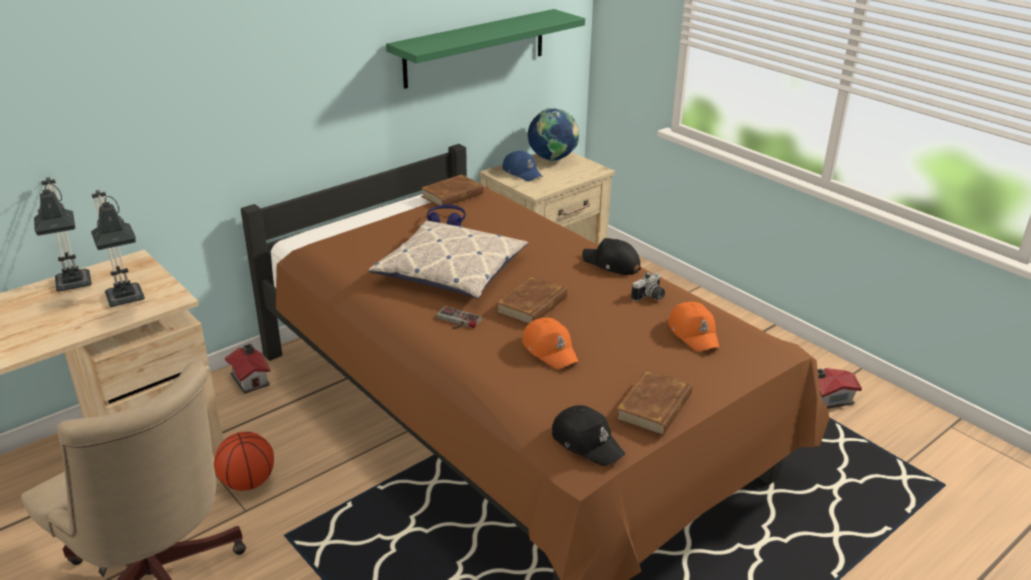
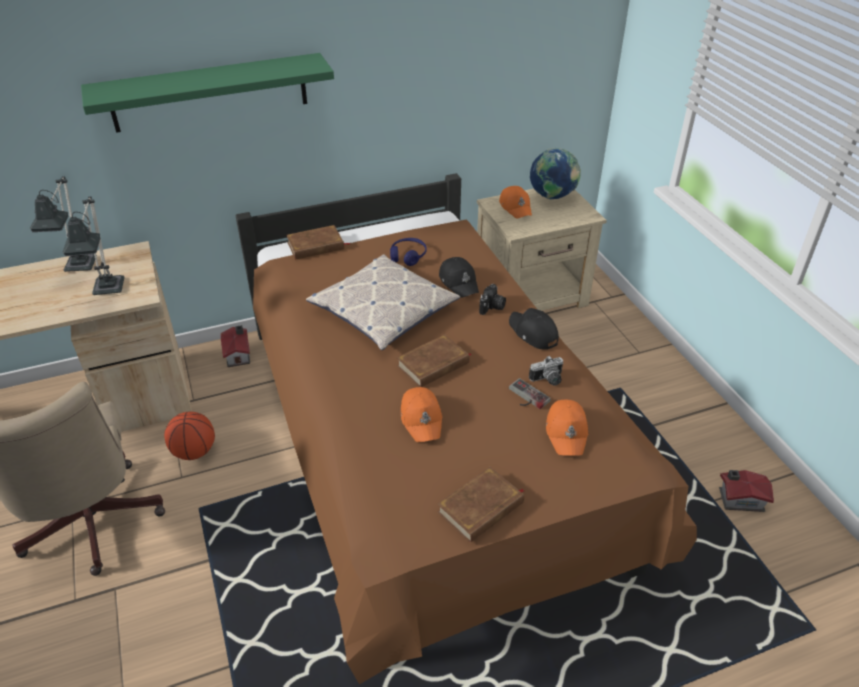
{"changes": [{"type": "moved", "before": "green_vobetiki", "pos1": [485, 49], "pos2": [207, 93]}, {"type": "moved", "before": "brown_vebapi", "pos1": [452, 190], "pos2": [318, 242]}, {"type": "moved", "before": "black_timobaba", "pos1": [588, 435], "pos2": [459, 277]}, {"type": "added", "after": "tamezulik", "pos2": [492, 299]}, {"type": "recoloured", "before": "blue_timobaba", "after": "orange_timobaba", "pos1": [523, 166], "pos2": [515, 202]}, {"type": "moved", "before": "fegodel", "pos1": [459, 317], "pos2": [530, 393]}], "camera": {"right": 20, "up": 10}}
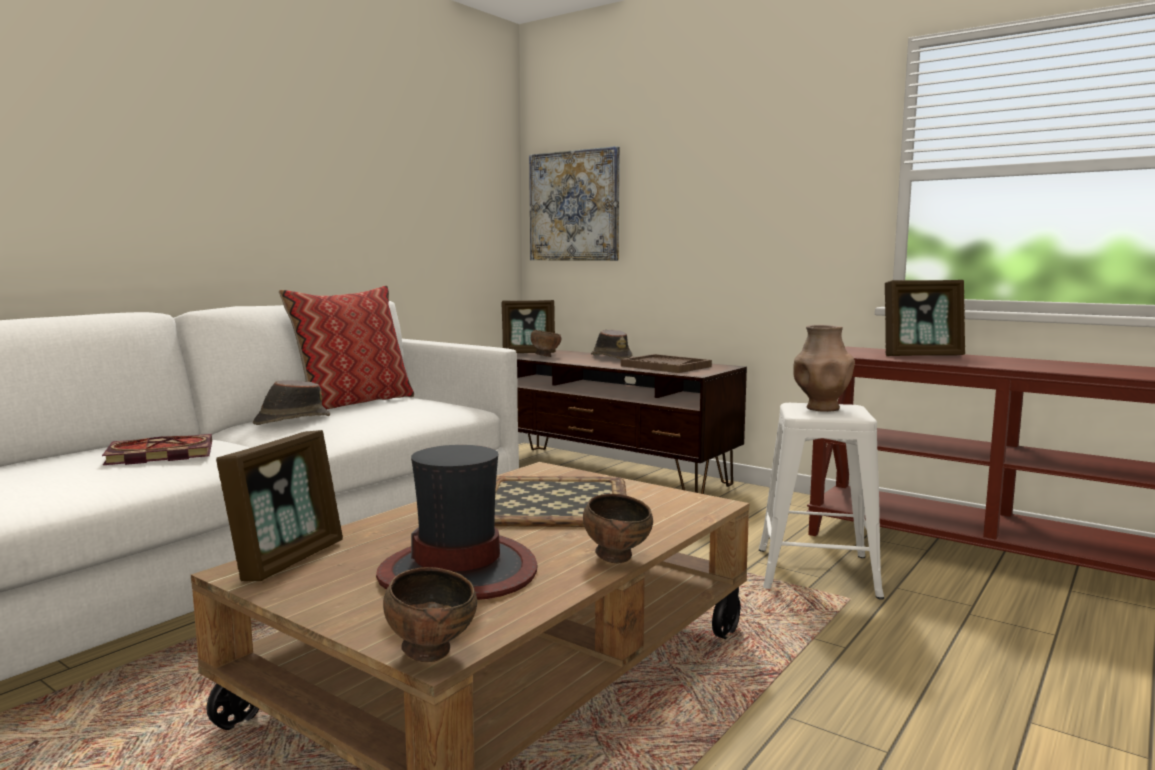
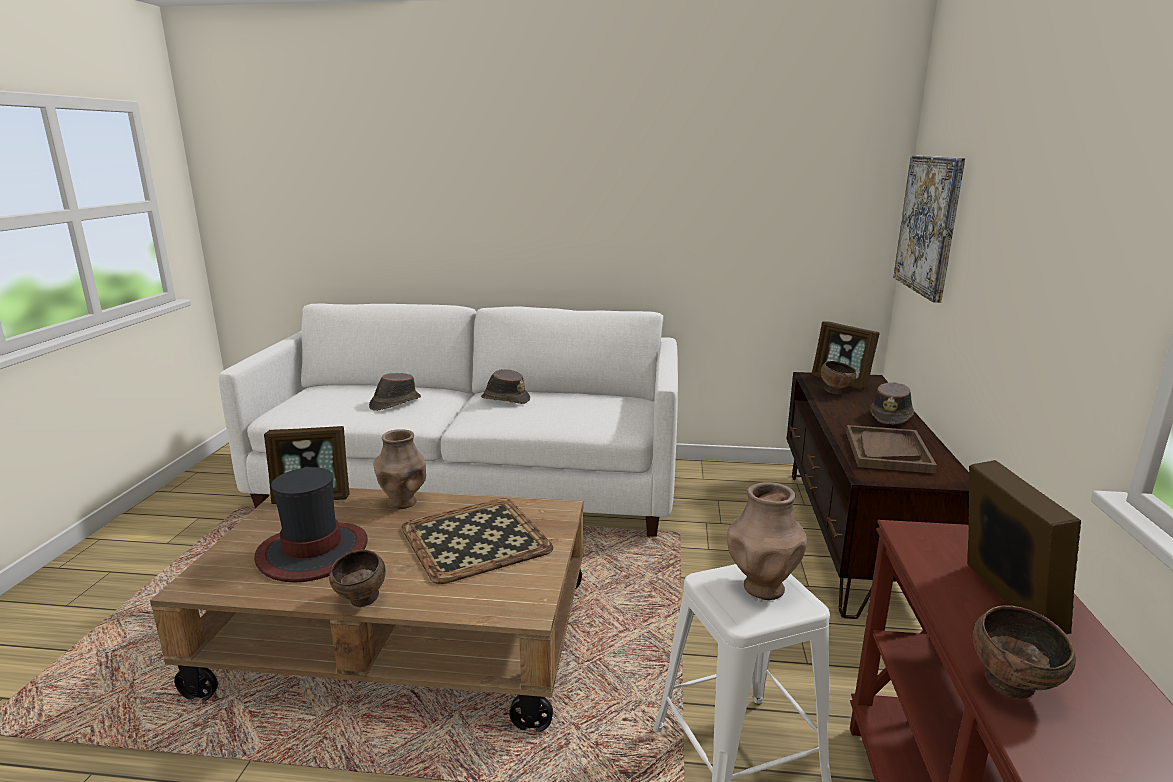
{"changes": [{"type": "replaced", "before": "vebapi", "after": "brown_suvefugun", "pos1": [157, 449], "pos2": [395, 392]}, {"type": "added", "after": "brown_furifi", "pos2": [399, 469]}, {"type": "turned", "before": "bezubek", "pos1": [925, 318], "pos2": [1024, 547], "turn": -150}, {"type": "moved", "before": "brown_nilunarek", "pos1": [430, 614], "pos2": [1024, 652]}, {"type": "removed", "before": "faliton", "pos1": [346, 347]}], "camera": {"right": 60, "up": 10}}
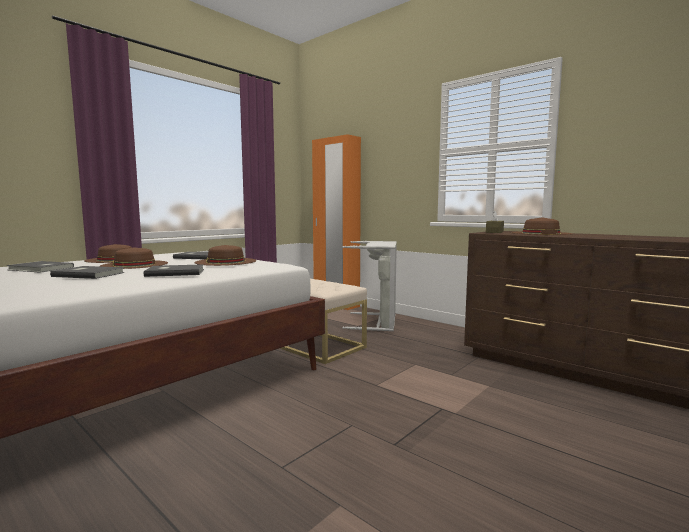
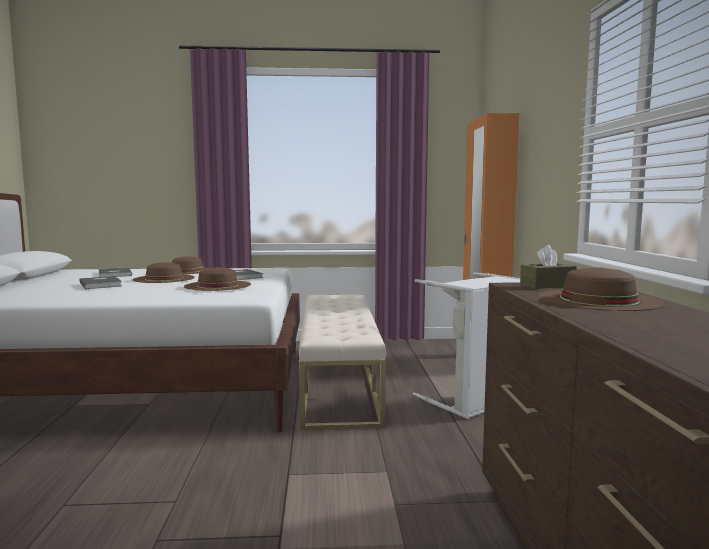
{"changes": [{"type": "removed", "before": "grey_vebapi", "pos1": [174, 270]}], "camera": {"right": 45, "up": 0}}
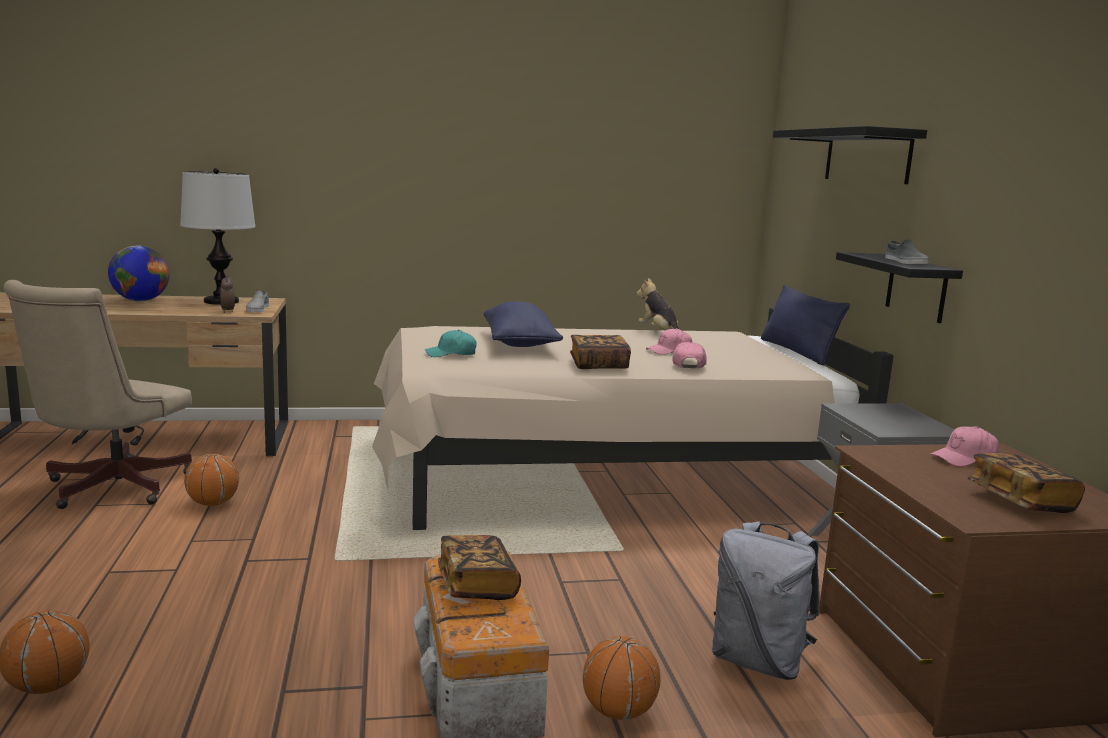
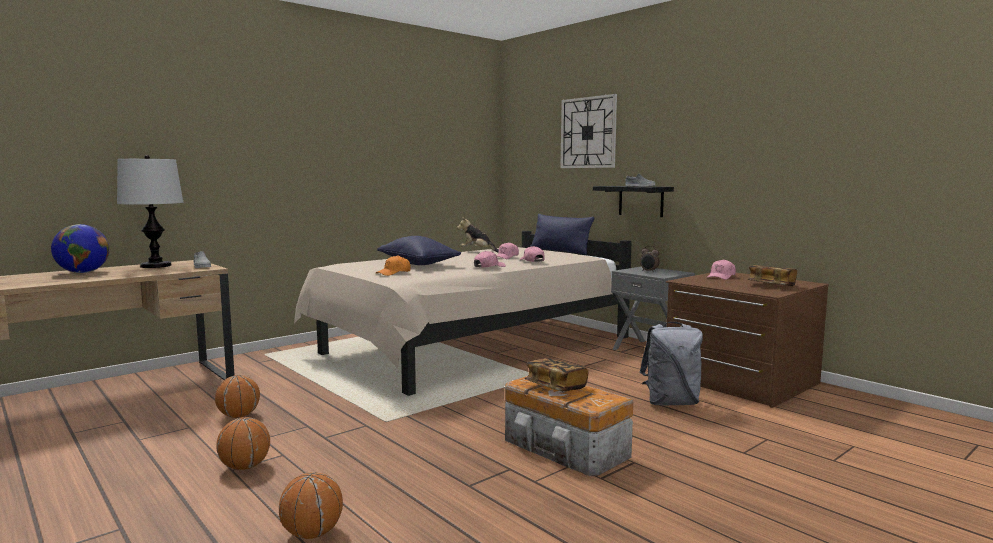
{"changes": [{"type": "moved", "before": "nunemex", "pos1": [621, 678], "pos2": [243, 443]}, {"type": "recoloured", "before": "turquoise_timobaba", "after": "orange_timobaba", "pos1": [451, 343], "pos2": [393, 265]}, {"type": "replaced", "before": "vebapi", "after": "pink_timobaba", "pos1": [600, 352], "pos2": [490, 259]}, {"type": "replaced", "before": "black_vobetiki", "after": "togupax", "pos1": [850, 155], "pos2": [589, 131]}, {"type": "moved", "before": "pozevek", "pos1": [227, 293], "pos2": [650, 258]}, {"type": "removed", "before": "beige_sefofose", "pos1": [97, 394]}], "camera": {"right": -30, "up": -5}}
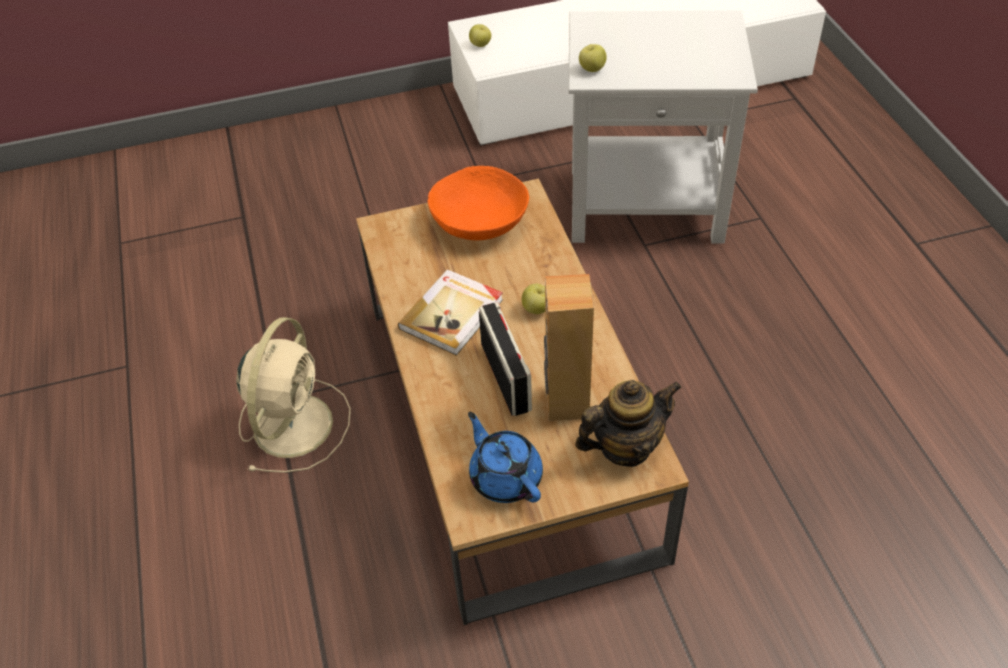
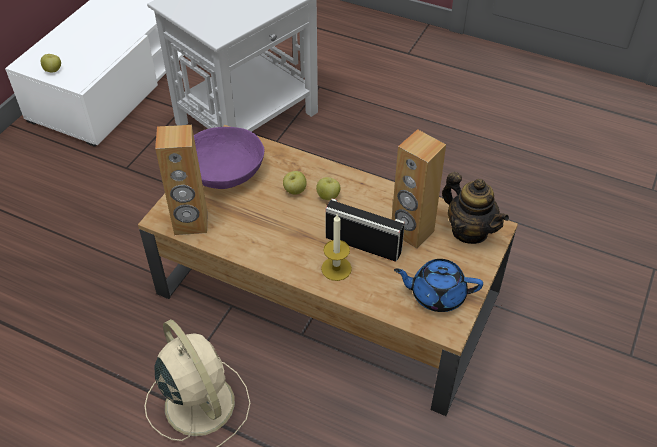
{"changes": [{"type": "added", "after": "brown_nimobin", "pos2": [181, 180]}, {"type": "recoloured", "before": "orange_nilunarek", "after": "purple_nilunarek", "pos1": [478, 203], "pos2": [229, 158]}, {"type": "moved", "before": "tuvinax", "pos1": [593, 58], "pos2": [294, 183]}, {"type": "added", "after": "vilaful", "pos2": [336, 247]}, {"type": "turned", "before": "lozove", "pos1": [628, 423], "pos2": [475, 208], "turn": 120}, {"type": "removed", "before": "vebapi", "pos1": [450, 312]}], "camera": {"right": -50, "up": 0}}
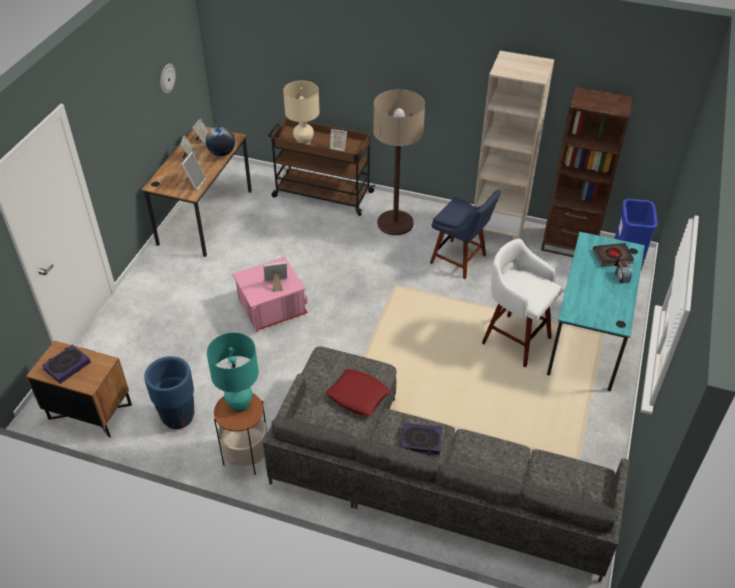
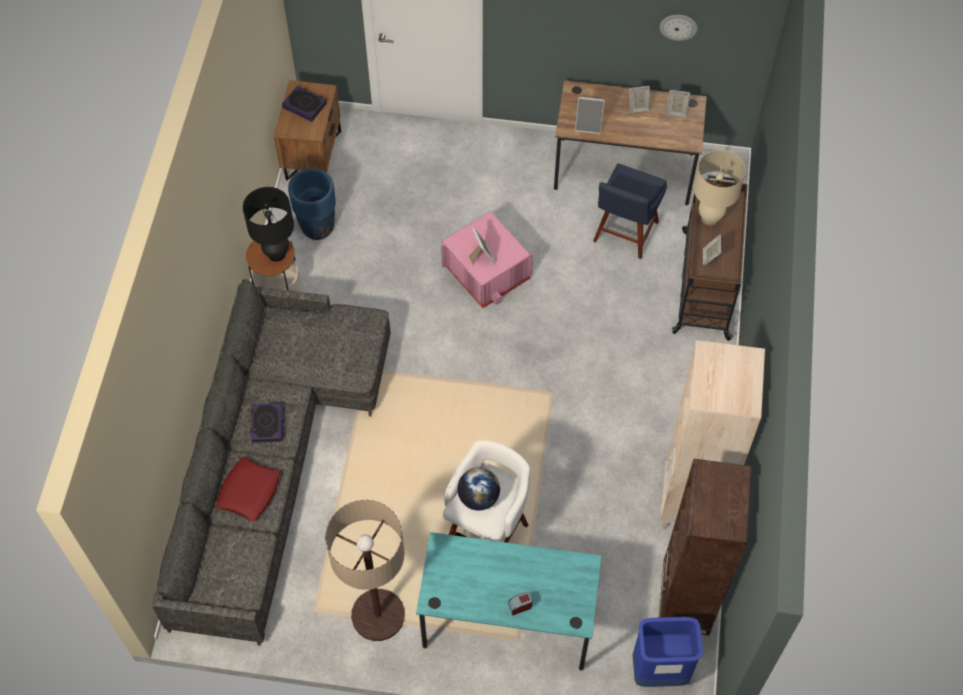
{"changes": [{"type": "moved", "before": "red_faliton", "pos1": [358, 392], "pos2": [248, 489]}, {"type": "recoloured", "before": "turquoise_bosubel", "after": "black_bosubel", "pos1": [233, 372], "pos2": [268, 224]}, {"type": "moved", "before": "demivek", "pos1": [399, 162], "pos2": [365, 570]}, {"type": "moved", "before": "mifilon", "pos1": [220, 141], "pos2": [478, 489]}, {"type": "moved", "before": "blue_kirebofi", "pos1": [465, 234], "pos2": [630, 211]}, {"type": "removed", "before": "black_vebapi", "pos1": [613, 255]}], "camera": {"right": 80, "up": 15}}
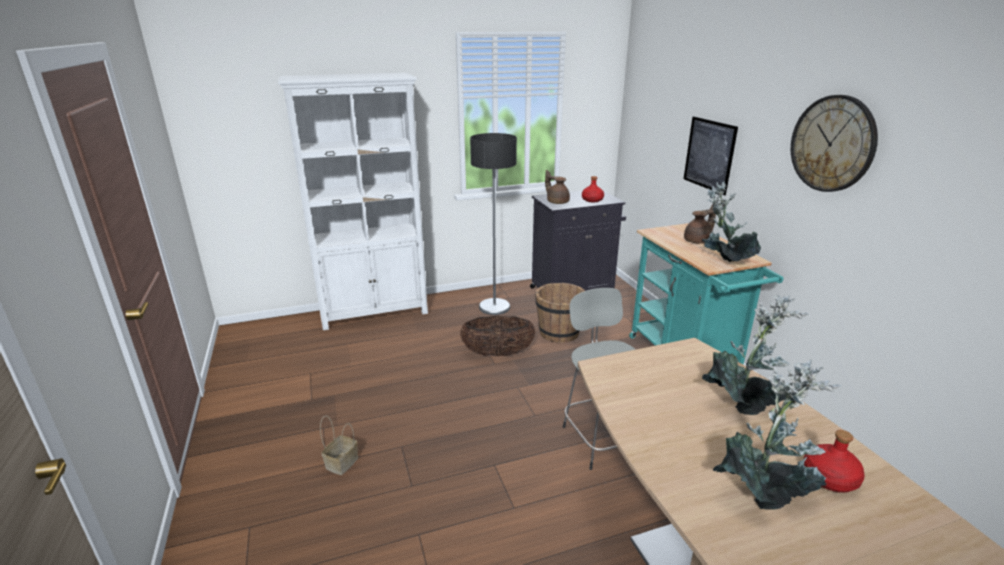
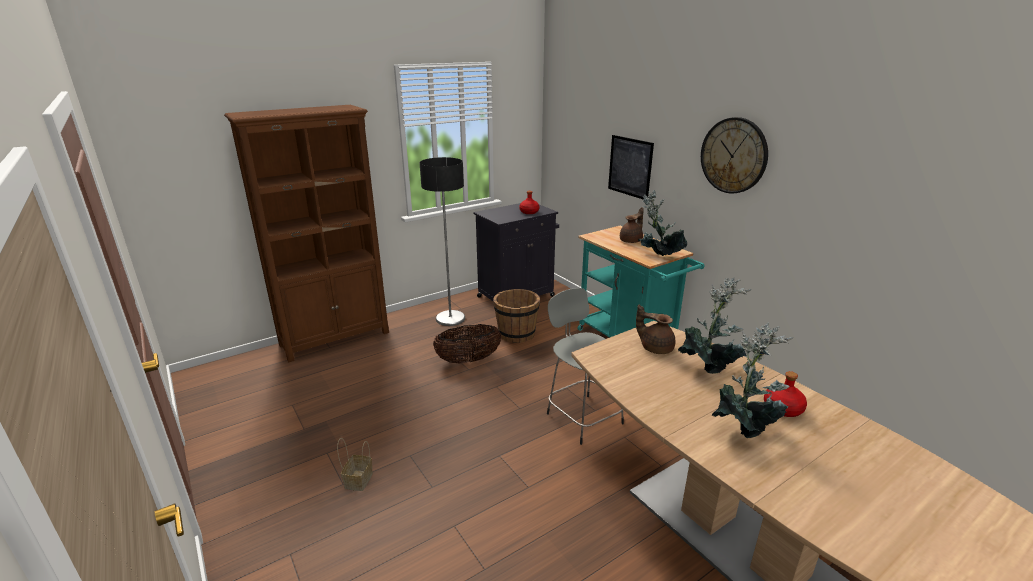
{"changes": [{"type": "recoloured", "before": "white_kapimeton", "after": "brown_kapimeton", "pos1": [353, 201], "pos2": [306, 233]}, {"type": "moved", "before": "brown_lozove", "pos1": [557, 187], "pos2": [655, 329]}], "camera": {"right": -15, "up": 0}}
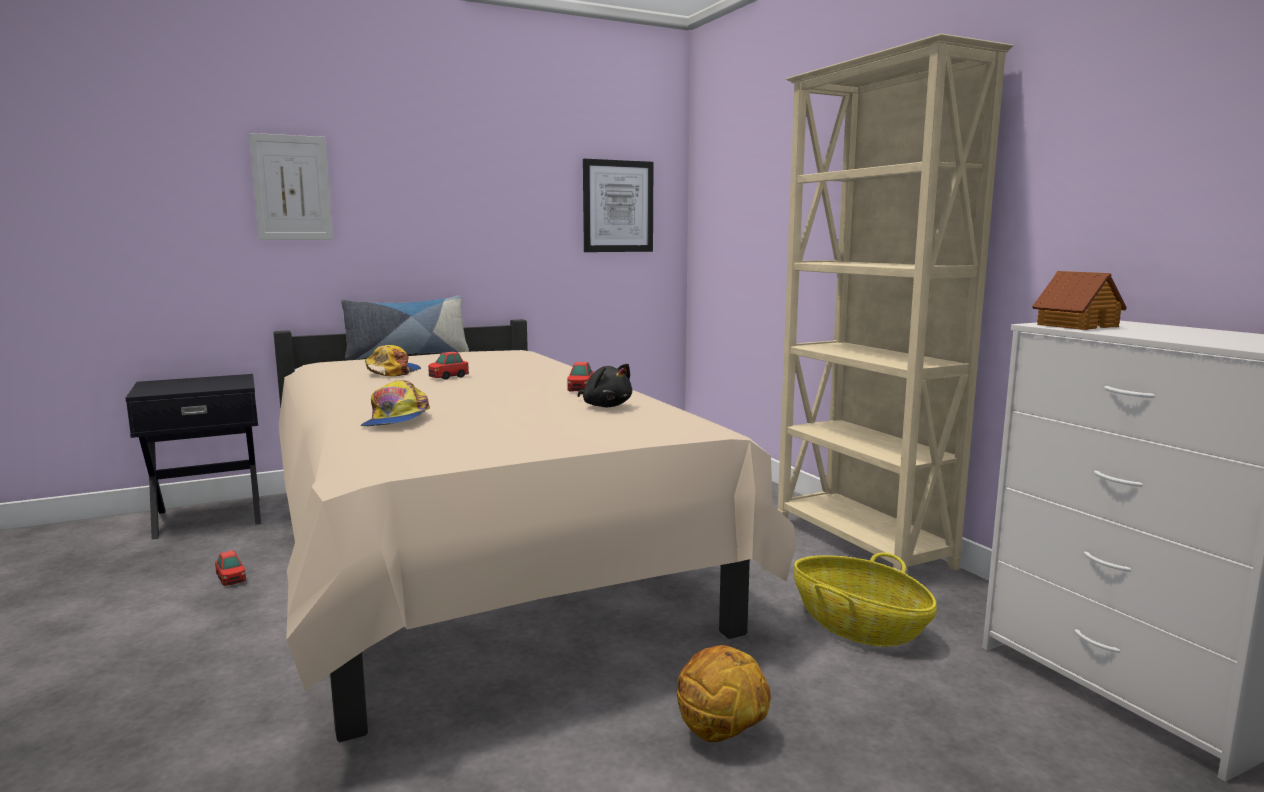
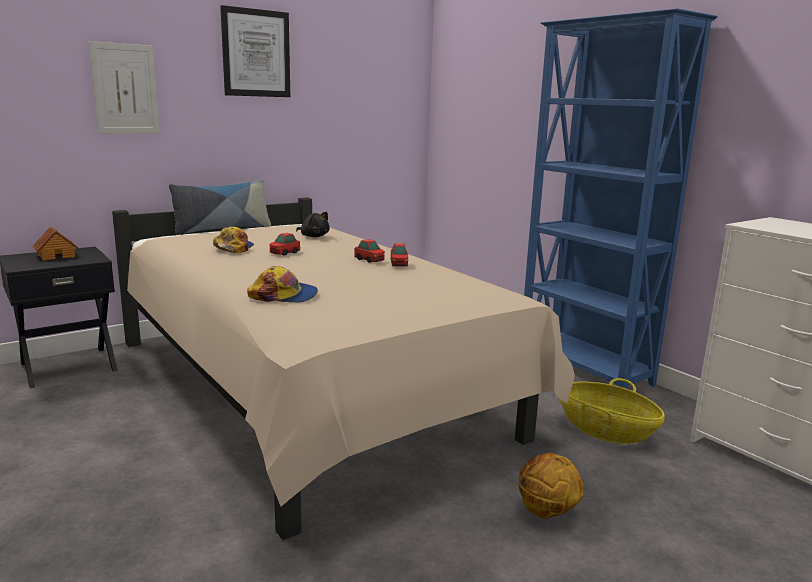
{"changes": [{"type": "moved", "before": "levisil", "pos1": [1079, 300], "pos2": [55, 243]}, {"type": "moved", "before": "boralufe", "pos1": [618, 205], "pos2": [255, 51]}, {"type": "turned", "before": "timobaba", "pos1": [395, 403], "pos2": [282, 284], "turn": -75}, {"type": "moved", "before": "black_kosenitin", "pos1": [605, 385], "pos2": [313, 224]}, {"type": "moved", "before": "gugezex", "pos1": [230, 568], "pos2": [370, 251]}, {"type": "recoloured", "before": "beige_kapimeton", "after": "blue_kapimeton", "pos1": [895, 303], "pos2": [621, 198]}], "camera": {"right": -10, "up": 5}}
